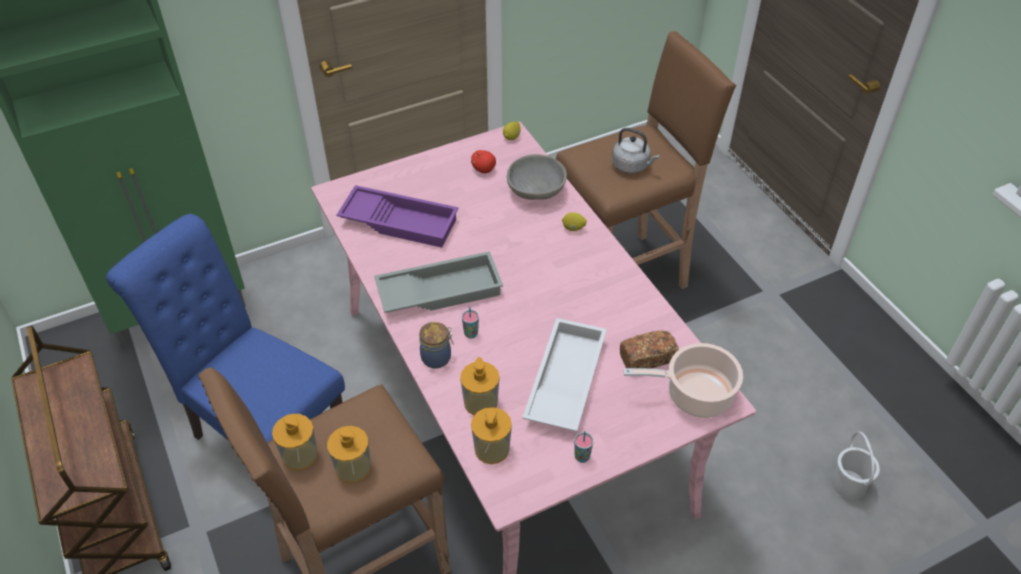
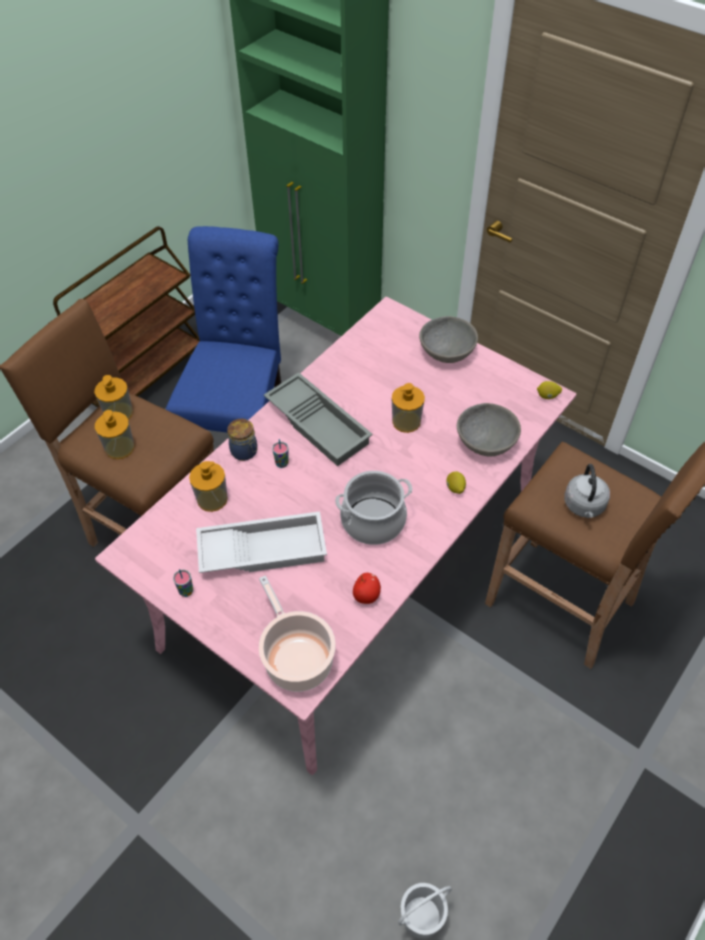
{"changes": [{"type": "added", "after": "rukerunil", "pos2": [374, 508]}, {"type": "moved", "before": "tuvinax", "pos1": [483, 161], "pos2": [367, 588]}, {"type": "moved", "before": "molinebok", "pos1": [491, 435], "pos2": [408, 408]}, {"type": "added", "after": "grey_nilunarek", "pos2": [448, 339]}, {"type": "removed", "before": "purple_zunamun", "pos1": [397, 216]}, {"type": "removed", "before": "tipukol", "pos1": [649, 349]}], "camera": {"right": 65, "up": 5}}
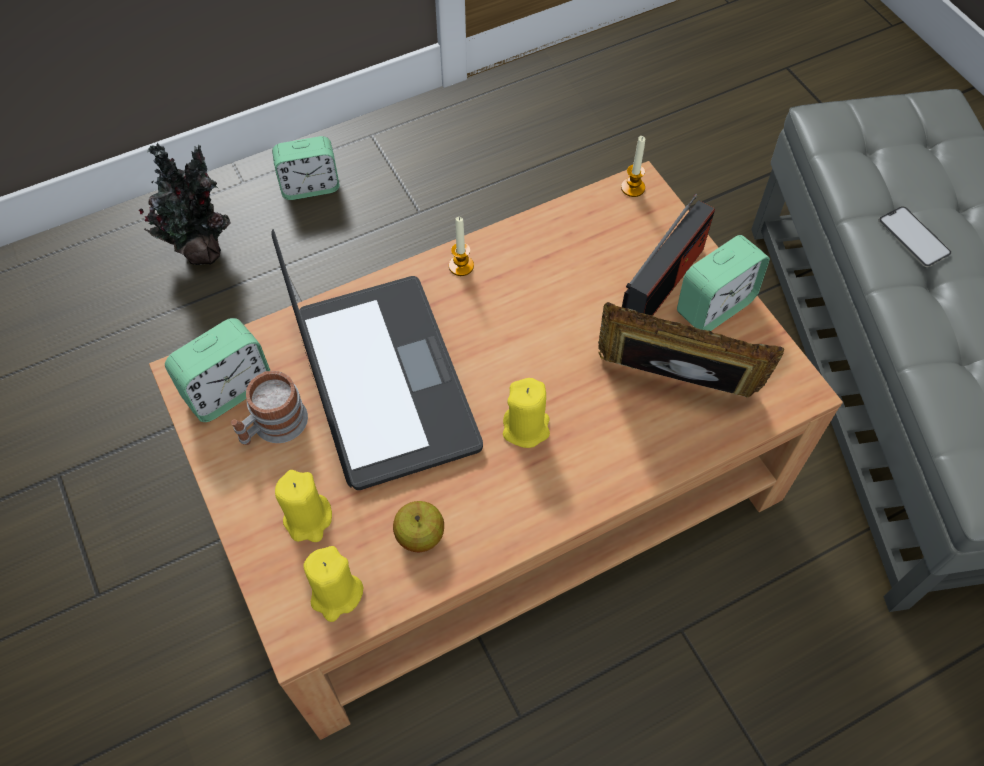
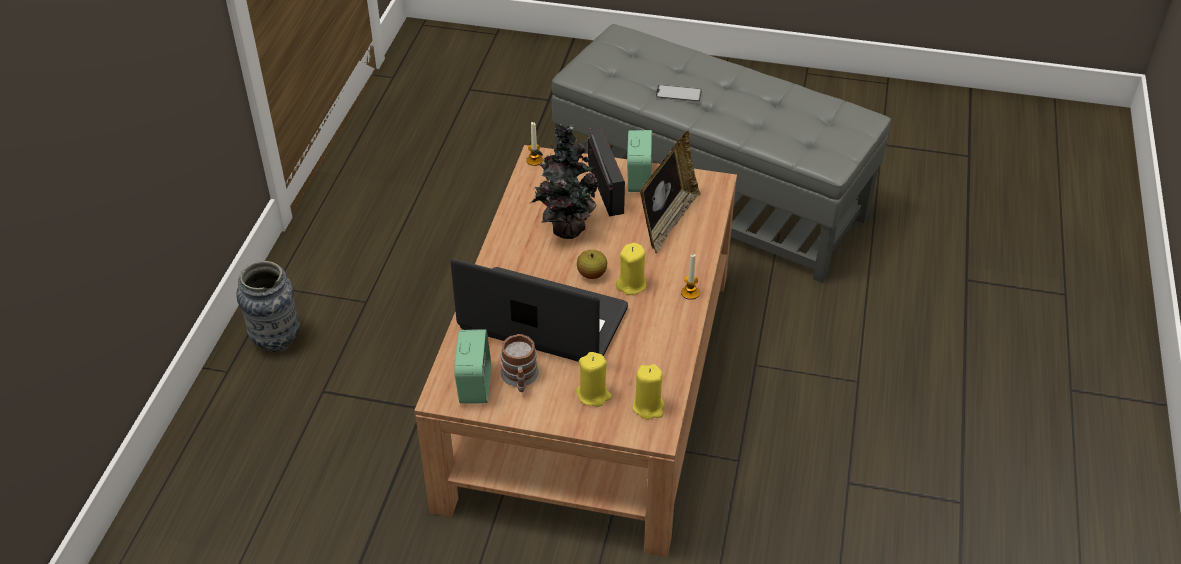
{"changes": [{"type": "replaced", "before": "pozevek", "after": "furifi", "pos1": [306, 168], "pos2": [268, 306]}, {"type": "moved", "before": "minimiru", "pos1": [185, 203], "pos2": [565, 181]}, {"type": "moved", "before": "tuvinax", "pos1": [418, 526], "pos2": [592, 264]}, {"type": "turned", "before": "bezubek", "pos1": [691, 350], "pos2": [670, 192], "turn": 150}, {"type": "moved", "before": "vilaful", "pos1": [461, 246], "pos2": [690, 277]}], "camera": {"right": -50, "up": -15}}
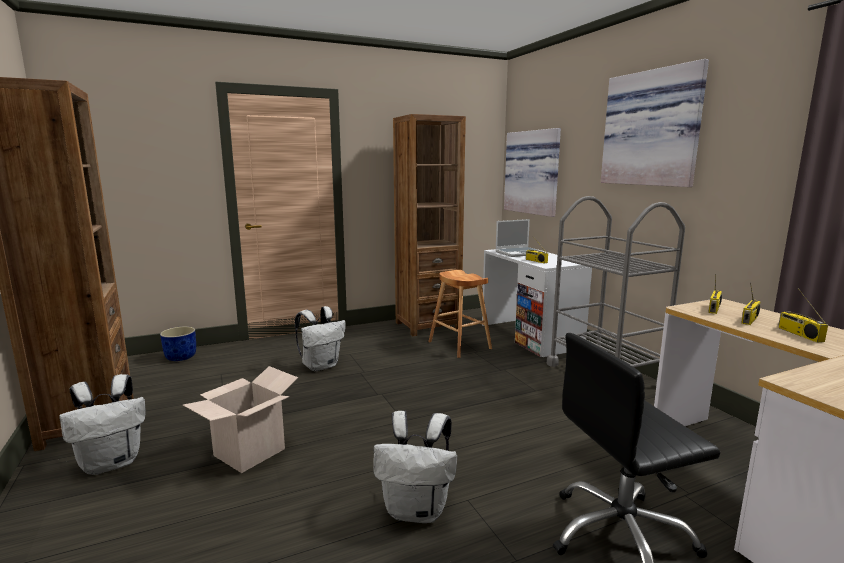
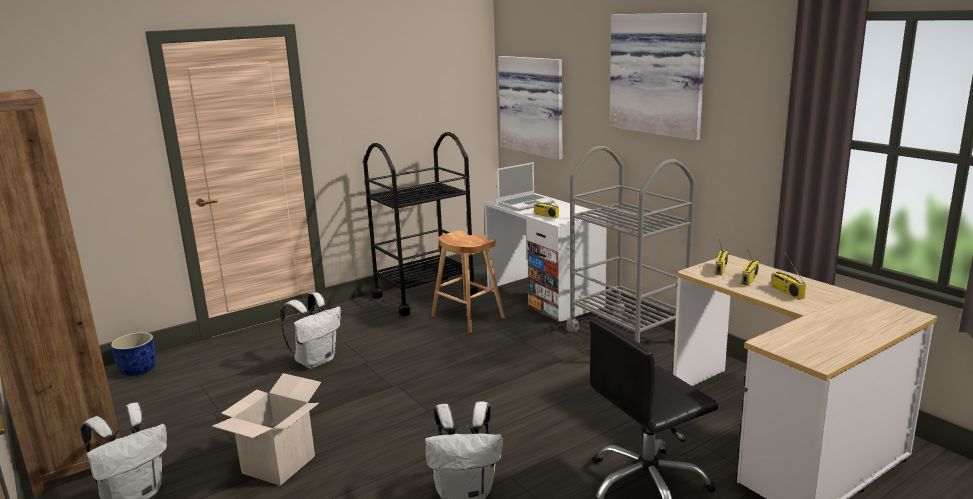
{"changes": [{"type": "replaced", "before": "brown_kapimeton", "after": "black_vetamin", "pos1": [429, 225], "pos2": [420, 224]}], "camera": {"right": -10, "up": 5}}
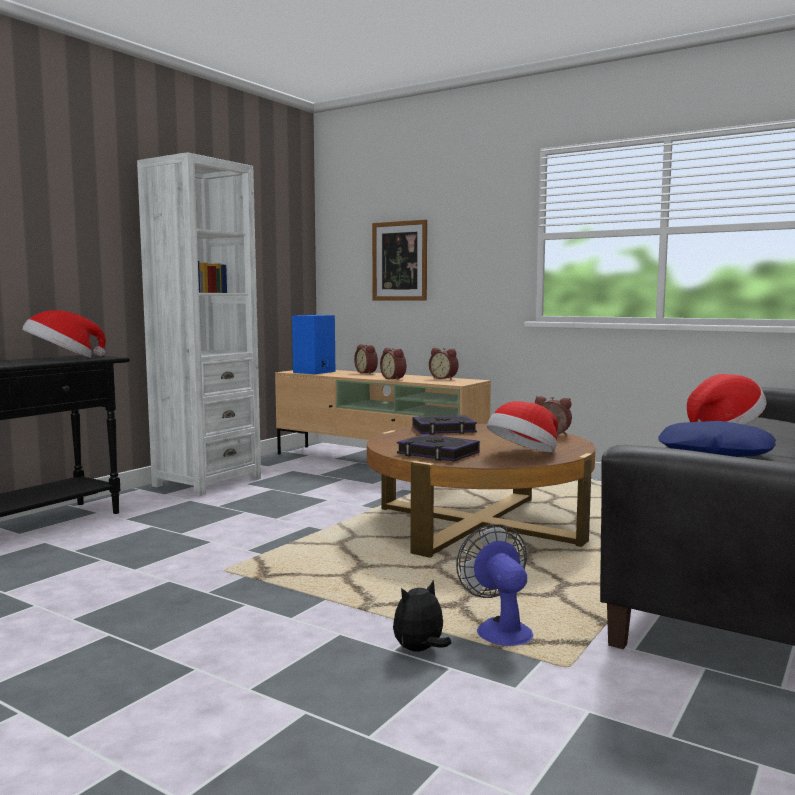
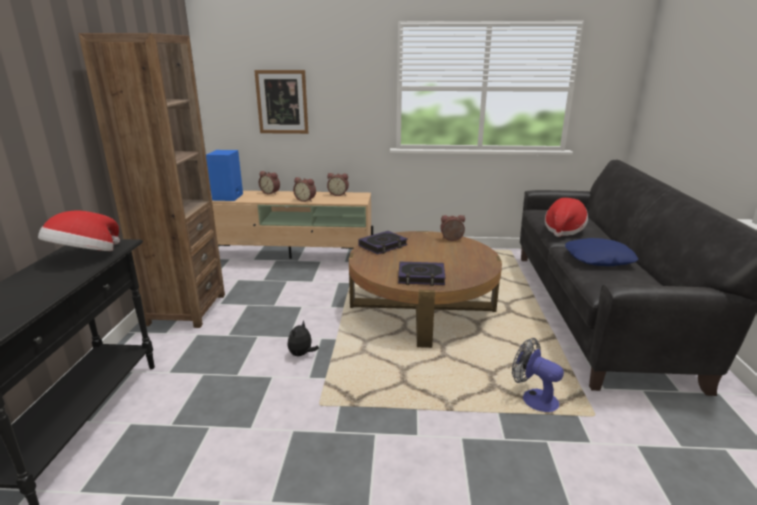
{"changes": [{"type": "recoloured", "before": "white_kapimeton", "after": "brown_kapimeton", "pos1": [199, 324], "pos2": [152, 180]}, {"type": "moved", "before": "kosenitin", "pos1": [422, 615], "pos2": [303, 338]}, {"type": "removed", "before": "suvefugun", "pos1": [522, 427]}], "camera": {"right": -30, "up": 15}}
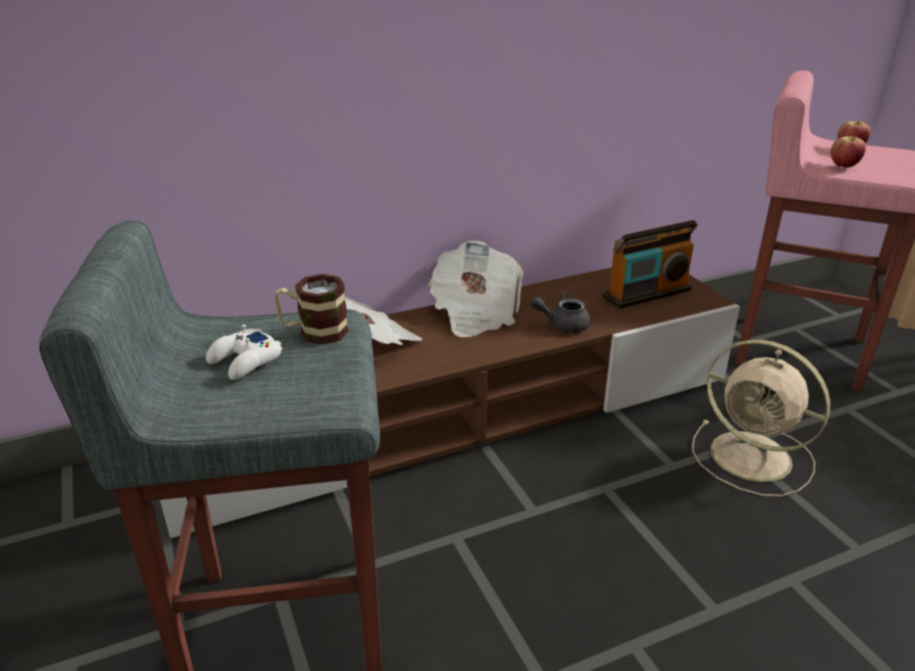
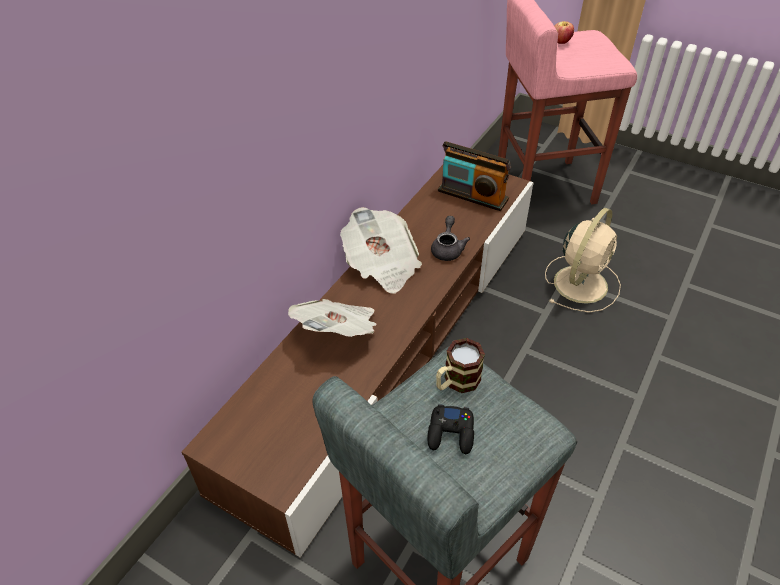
{"changes": [{"type": "recoloured", "before": "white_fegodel", "after": "black_fegodel", "pos1": [244, 352], "pos2": [450, 429]}, {"type": "turned", "before": "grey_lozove", "pos1": [560, 312], "pos2": [450, 238], "turn": 135}, {"type": "turned", "before": "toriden", "pos1": [649, 264], "pos2": [474, 176], "turn": 90}, {"type": "turned", "before": "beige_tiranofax", "pos1": [761, 418], "pos2": [583, 260], "turn": -60}, {"type": "removed", "before": "tuvinax", "pos1": [848, 151]}], "camera": {"right": -35, "up": 15}}
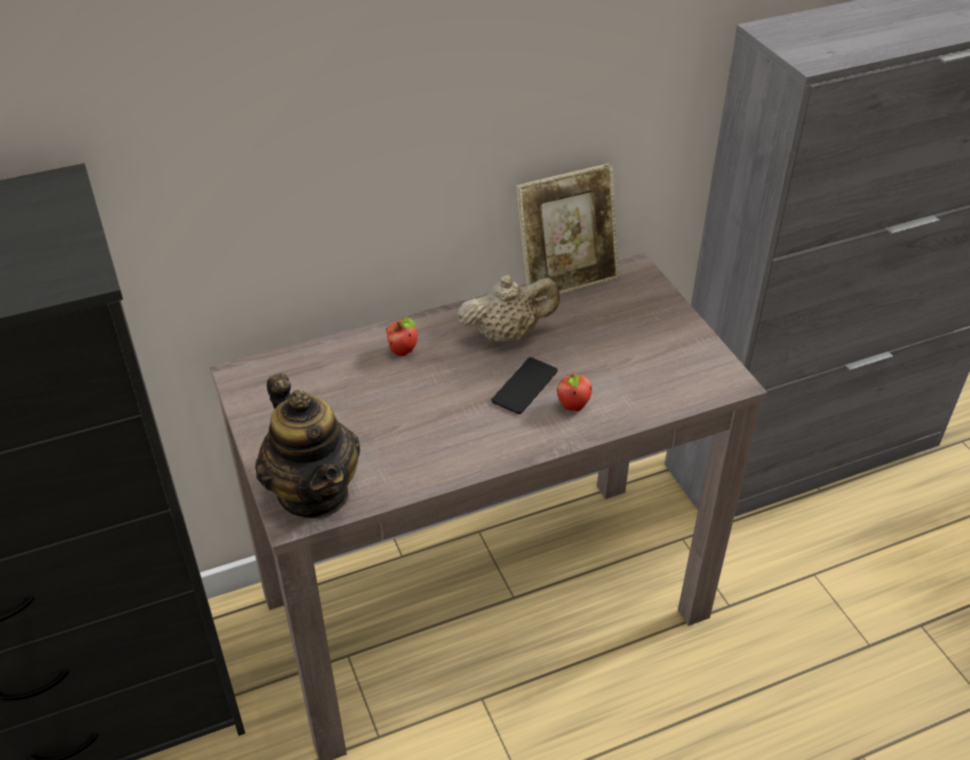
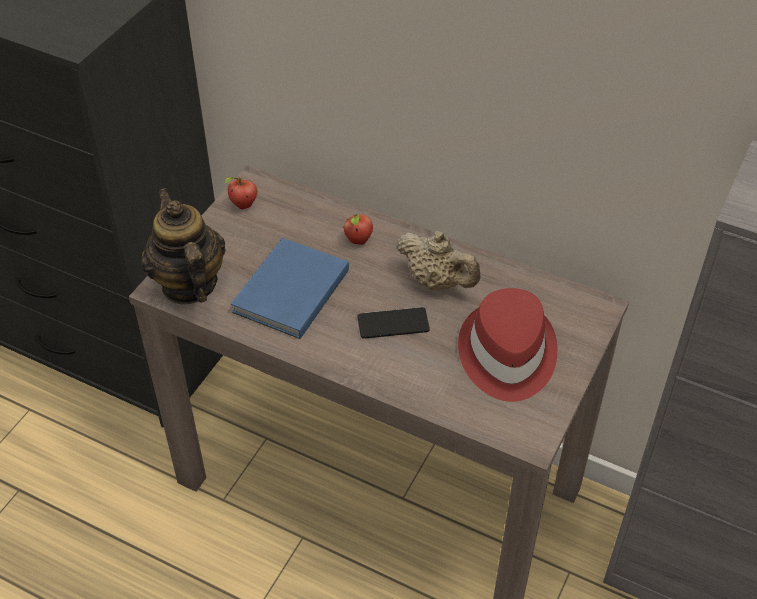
{"changes": [{"type": "turned", "before": "lozove", "pos1": [307, 445], "pos2": [183, 246], "turn": 135}, {"type": "moved", "before": "tuvinax", "pos1": [574, 392], "pos2": [240, 193]}, {"type": "added", "after": "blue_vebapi", "pos2": [290, 288]}, {"type": "added", "after": "red_suvefugun", "pos2": [508, 345]}, {"type": "removed", "before": "bezubek", "pos1": [567, 232]}], "camera": {"right": 50, "up": 5}}
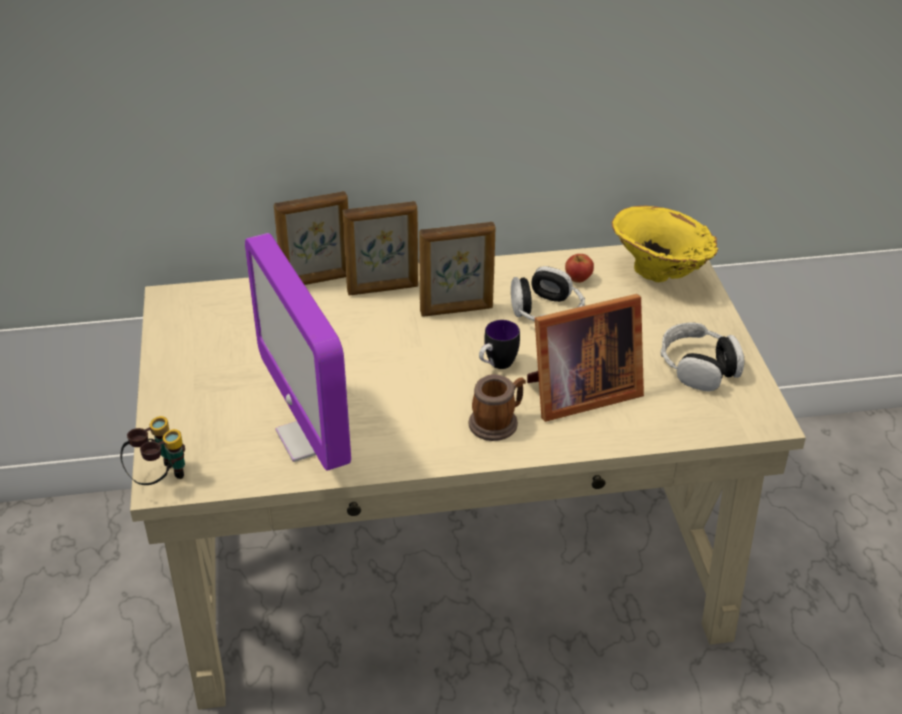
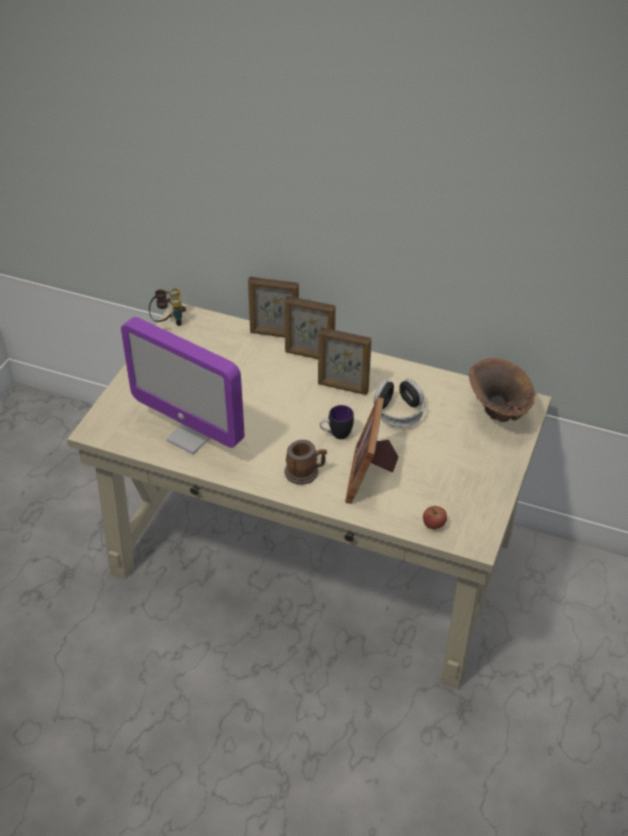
{"changes": [{"type": "turned", "before": "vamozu", "pos1": [298, 352], "pos2": [182, 385], "turn": -60}, {"type": "moved", "before": "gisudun", "pos1": [152, 450], "pos2": [167, 307]}, {"type": "turned", "before": "bezubek", "pos1": [585, 358], "pos2": [372, 450], "turn": 90}, {"type": "moved", "before": "tuvinax", "pos1": [579, 268], "pos2": [435, 518]}, {"type": "recoloured", "before": "yellow_furifi", "after": "brown_furifi", "pos1": [665, 244], "pos2": [502, 390]}, {"type": "removed", "before": "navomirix", "pos1": [702, 357]}], "camera": {"right": 30, "up": 5}}
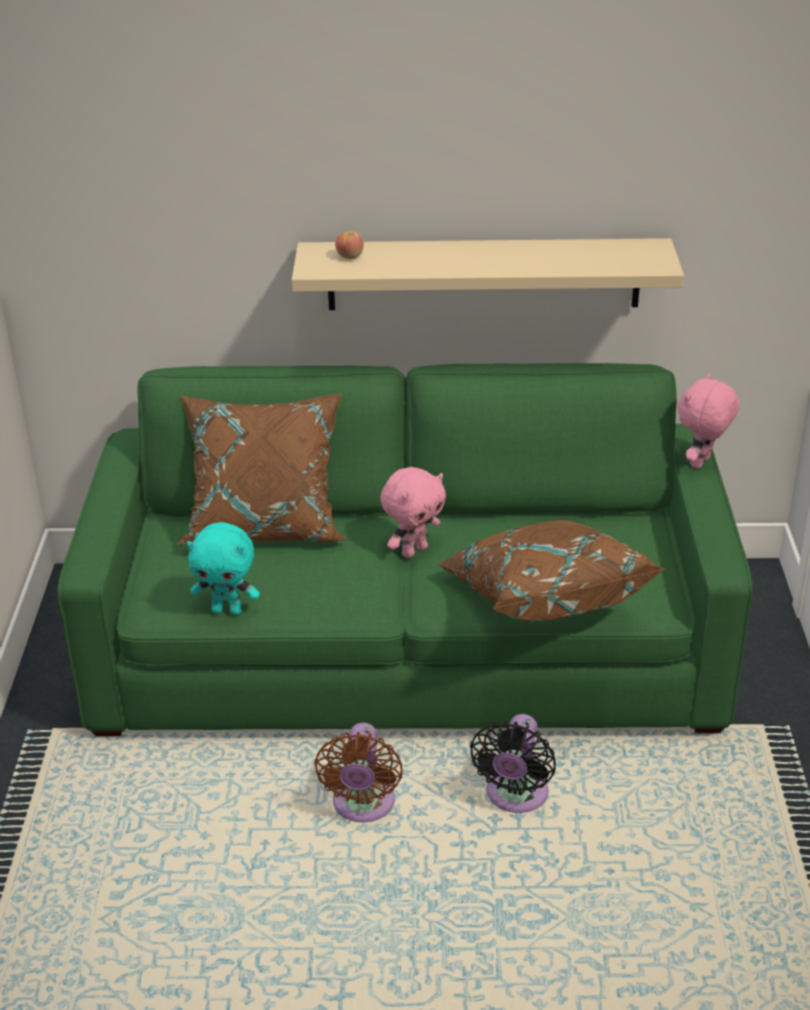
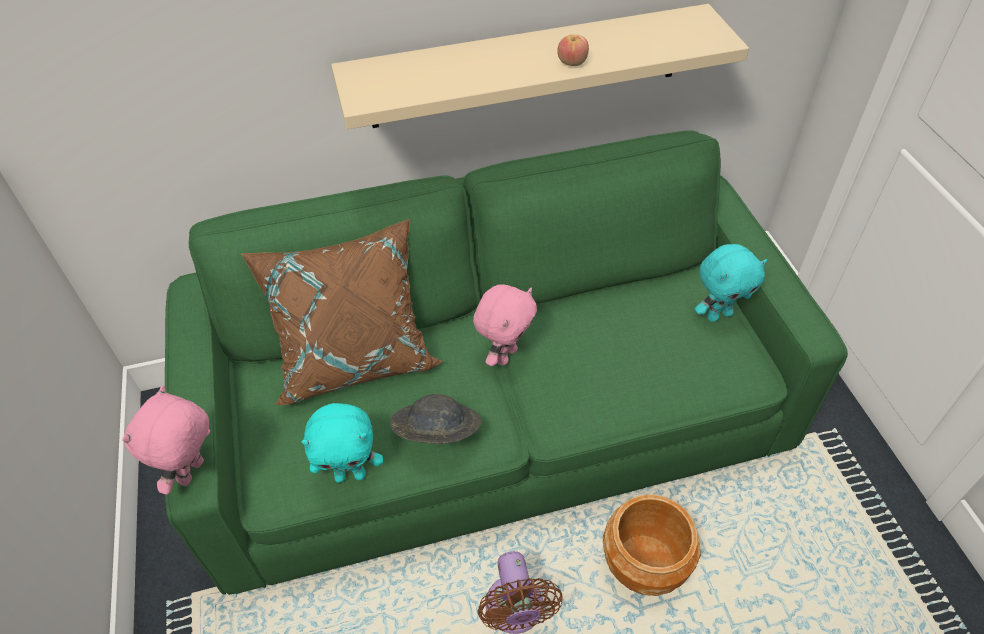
{"changes": [{"type": "moved", "before": "pink_kosenitin", "pos1": [708, 421], "pos2": [166, 440]}, {"type": "added", "after": "grey_suvefugun", "pos2": [436, 419]}, {"type": "moved", "before": "tuvinax", "pos1": [349, 245], "pos2": [573, 50]}, {"type": "replaced", "before": "black_tiranofax", "after": "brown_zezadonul", "pos1": [513, 763], "pos2": [652, 545]}, {"type": "added", "after": "turquoise_kosenitin", "pos2": [731, 283]}, {"type": "removed", "before": "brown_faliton", "pos1": [551, 571]}], "camera": {"right": -15, "up": 15}}
